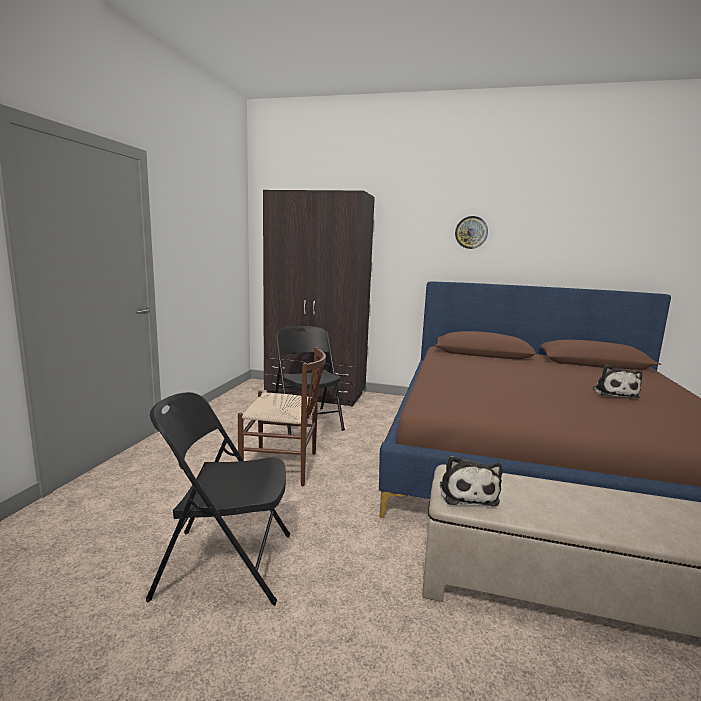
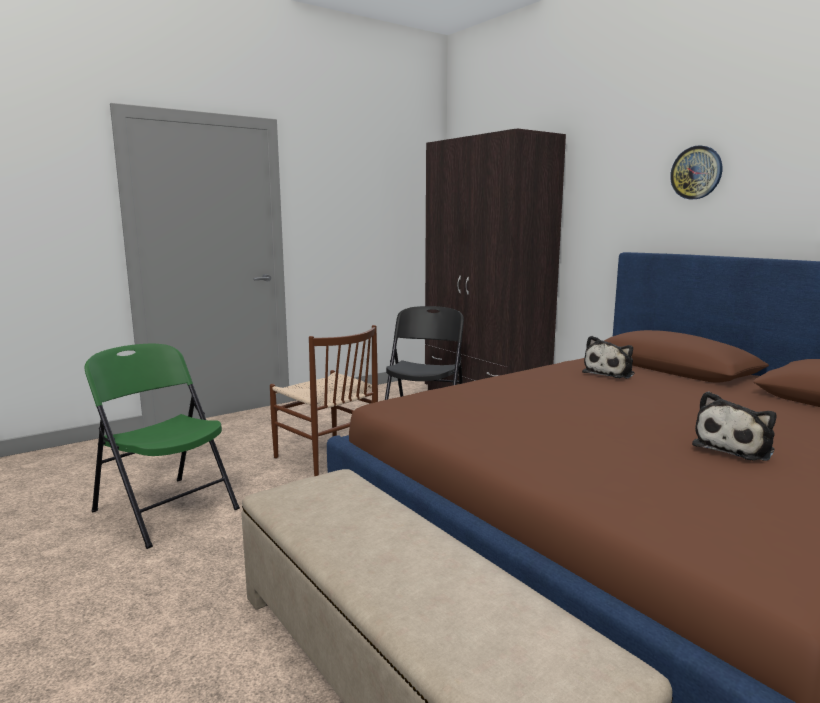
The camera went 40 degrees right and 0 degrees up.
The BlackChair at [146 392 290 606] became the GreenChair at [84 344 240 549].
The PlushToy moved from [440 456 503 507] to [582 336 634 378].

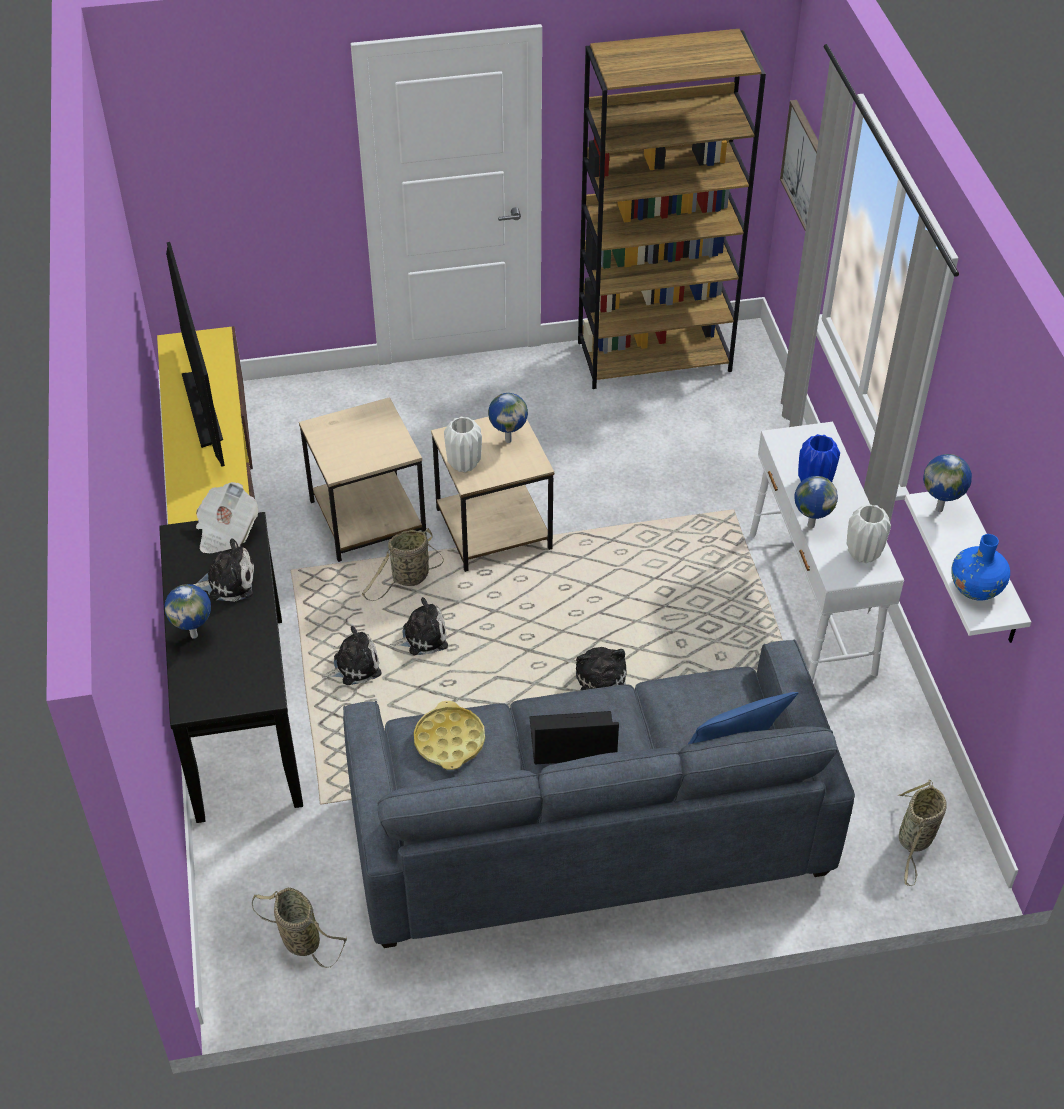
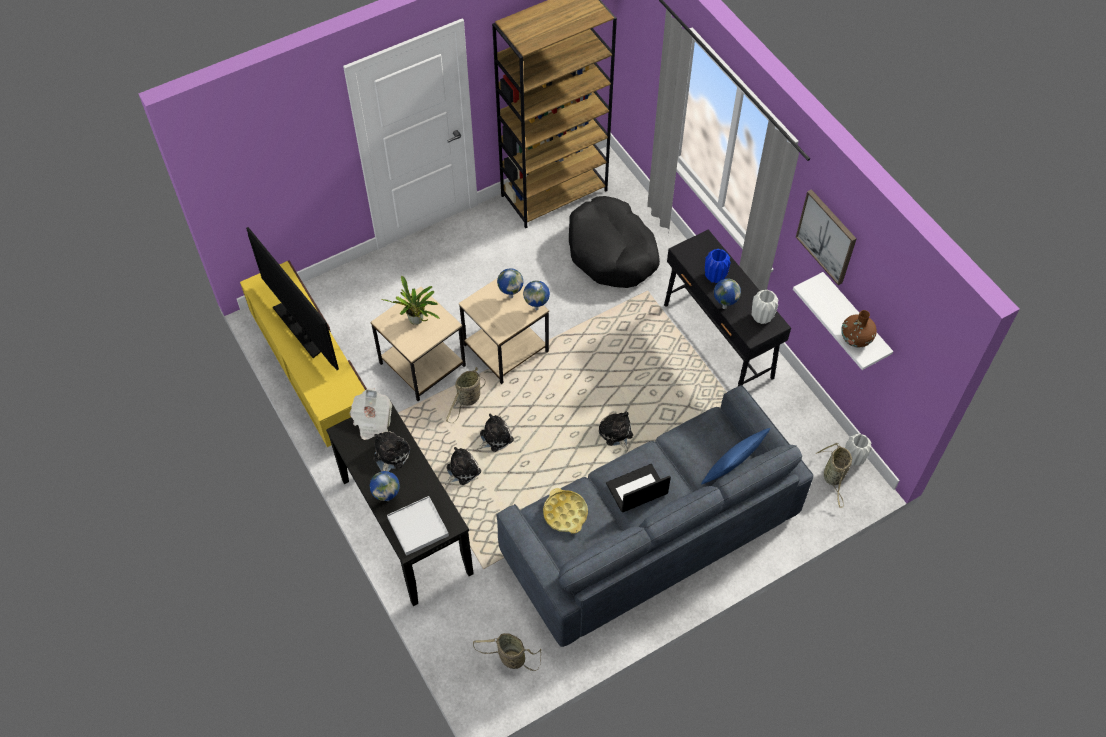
The camera went 20 degrees left and 10 degrees up.
The PlushToy at [193 538 254 602] turned 45 degrees counterclockwise.
The WhiteVase moved from [444 417 482 472] to [845 434 872 466].
The WhiteConsoleTable at [750 422 904 681] became the BlackConsoleTable at [664 230 791 386].
The Picture moved from [780 100 818 230] to [796 189 857 285].
The Globe moved from [923 454 972 512] to [523 280 550 310].
The BlueVase at [951 534 1010 601] became the BrownVase at [841 310 877 347].
The PottedPlant at [381 276 440 325] appeared.
The WhiteTray at [387 496 449 556] appeared.
The BlackDogBed at [569 196 660 288] appeared.

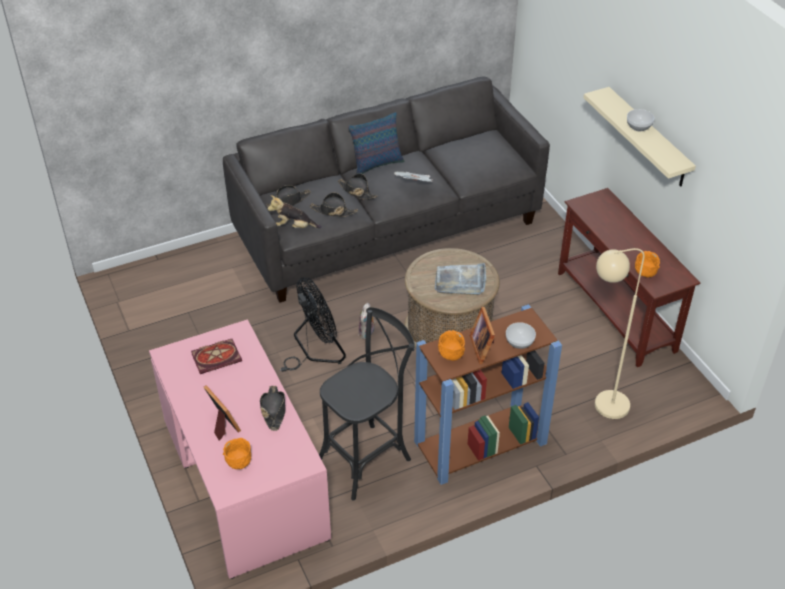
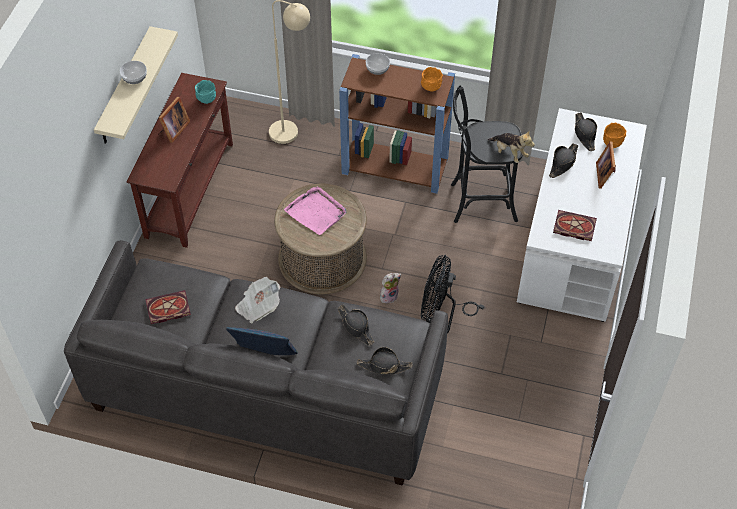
The camera went 140 degrees left and 10 degrees up.
The PinkDesk at [149 319 331 579] became the WhiteDesk at [517 108 647 322].
The PlushToy moved from [268 195 322 228] to [488 130 535 163].
The BlackHat moved from [338 173 377 199] to [575 113 597 151].
The GreyTray at [435 263 486 295] became the PinkTray at [284 186 347 235].
The PictureFrame moved from [470 307 495 364] to [158 97 190 143].
The OrangeBowl at [635 251 660 278] became the TurquoiseBowl at [195 80 216 104].
The Book at [145 290 191 324] appeared.

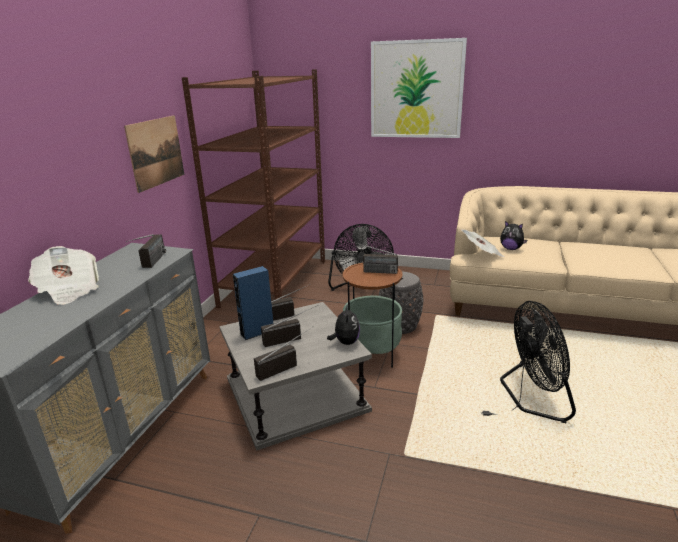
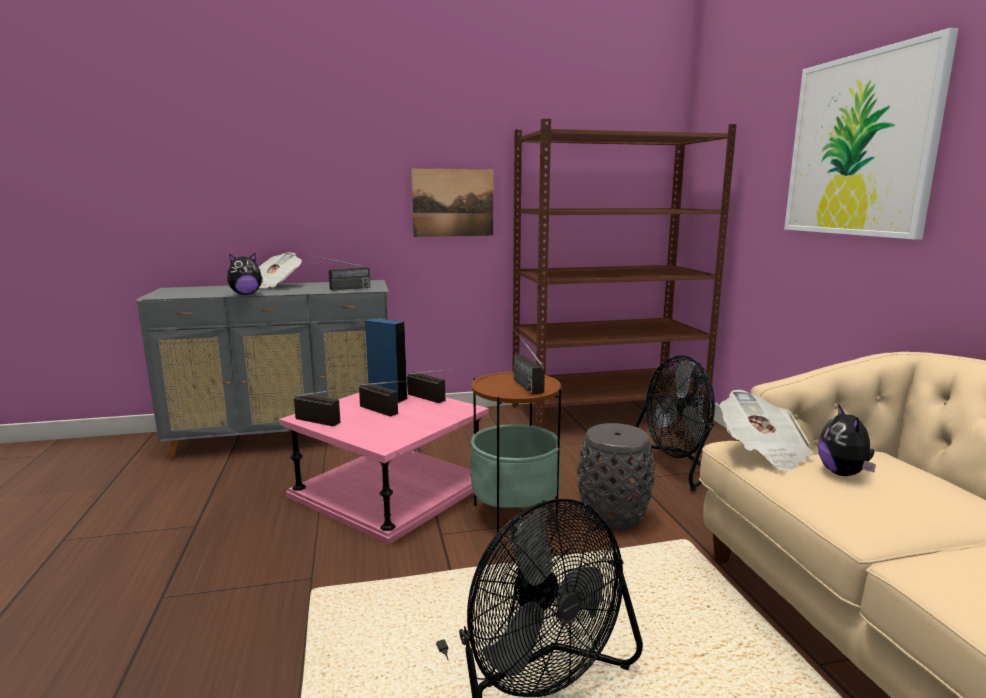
The camera went 60 degrees right and 10 degrees down.
The GreySideTable at [220 302 372 451] became the PinkSideTable at [279 389 489 545].
The PlushToy moved from [327 306 360 345] to [227 253 263 295].

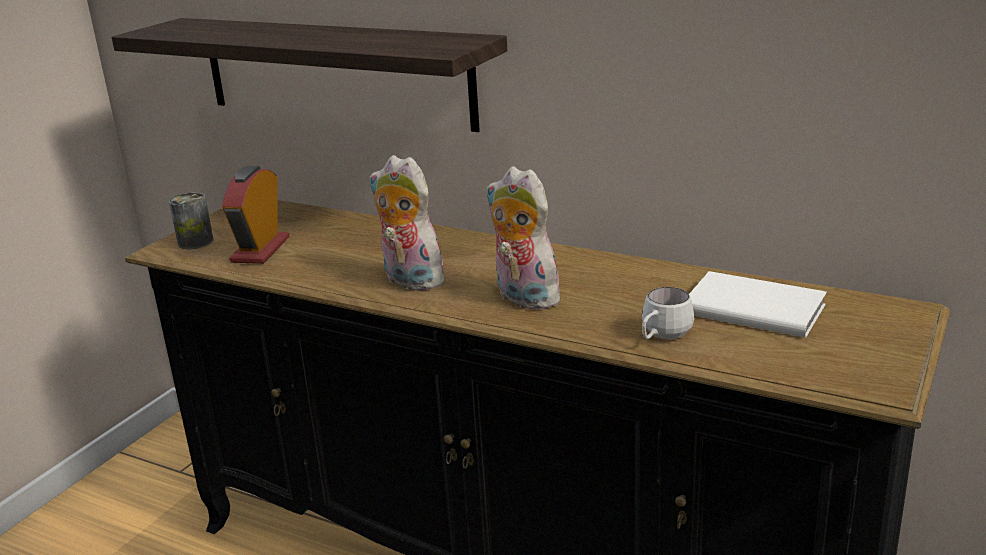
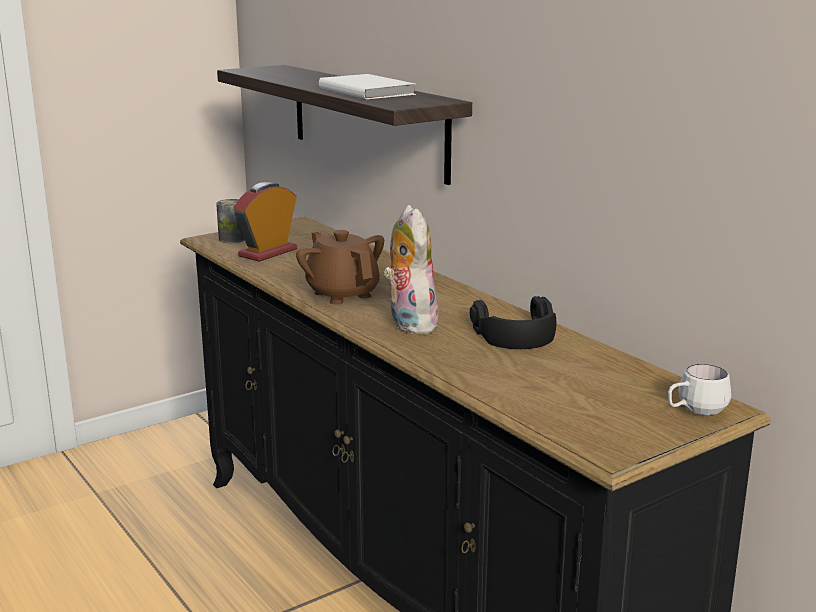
The camera went 25 degrees right and 5 degrees down.
The PlushToy at [370 155 450 291] was replaced by the BrownTeapot at [296 230 384 304].
The WhiteMug moved from [642 287 695 339] to [668 364 731 415].
The WhiteBook moved from [689 271 827 338] to [319 74 416 99].
The BlackHeadphones at [470 296 556 349] appeared.

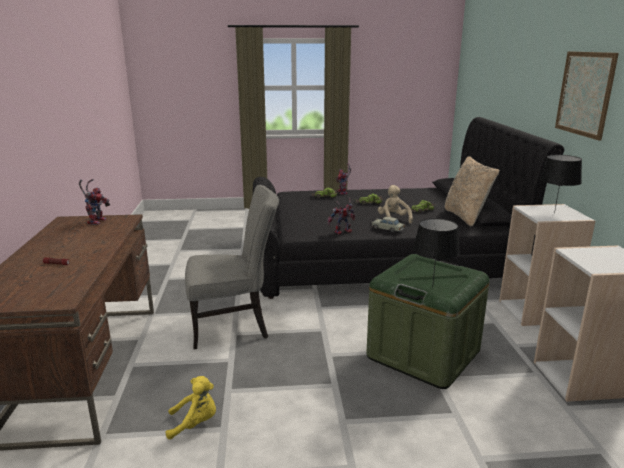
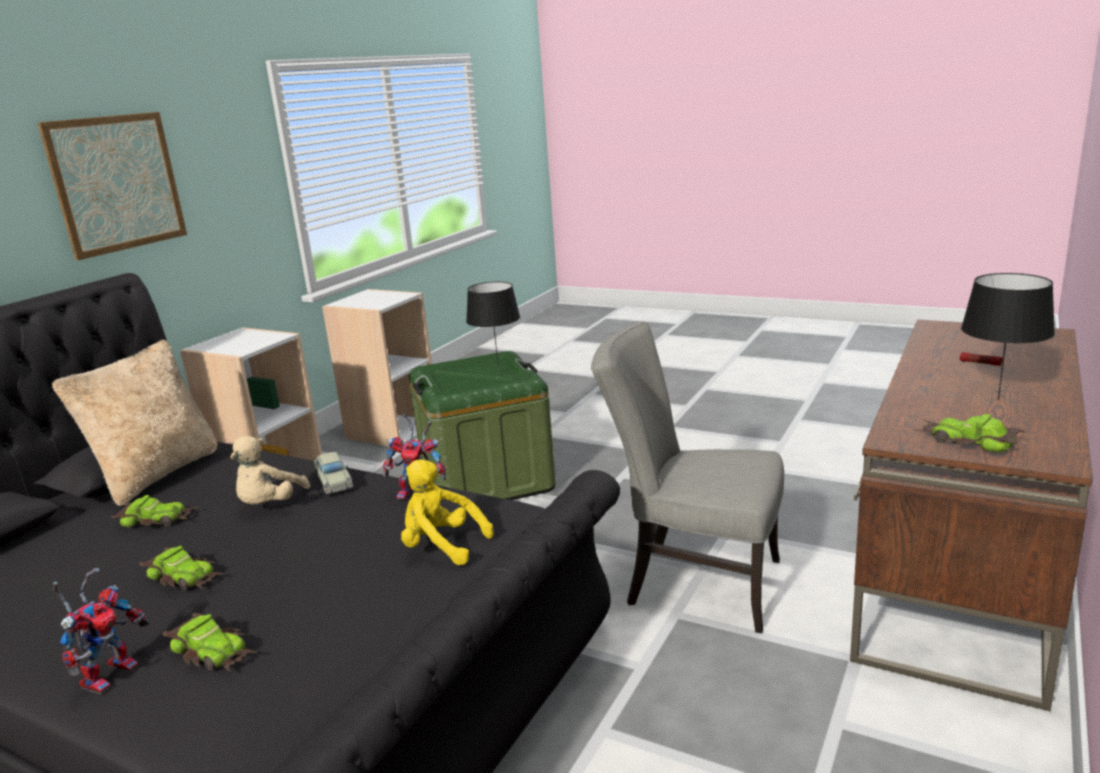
The camera went 145 degrees left and 0 degrees up.
The ToyRobot at [79 179 110 225] was replaced by the ToyCar at [914 414 1025 454].
The YellowPlushToy moved from [166 376 216 439] to [401 459 494 565].
The BlackTableLamp moved from [540 155 582 214] to [961 273 1055 400].

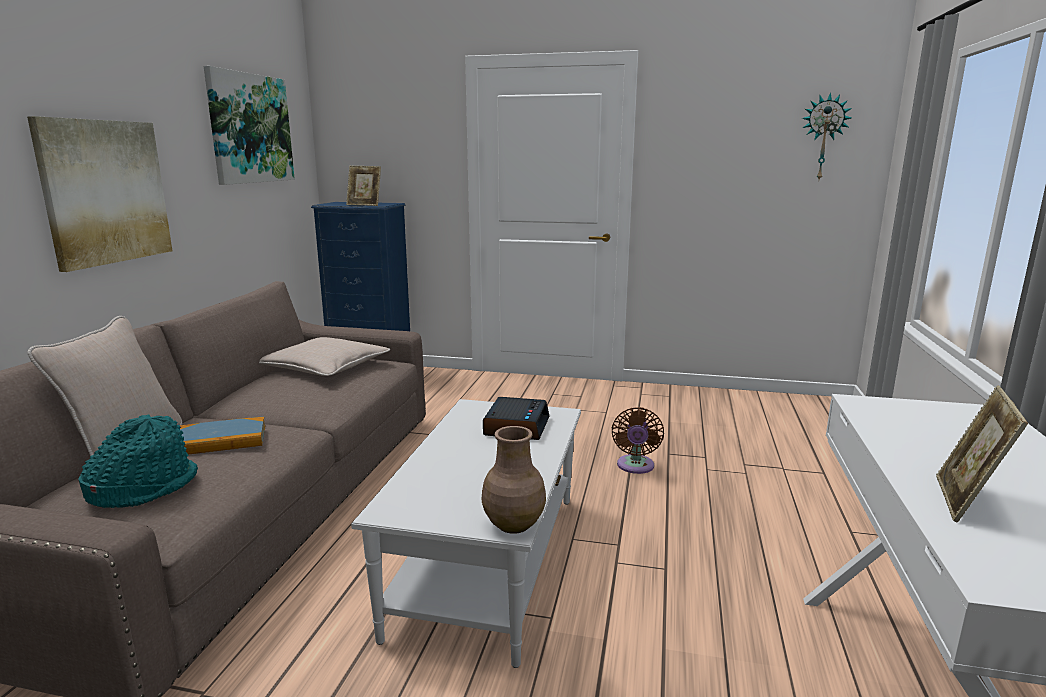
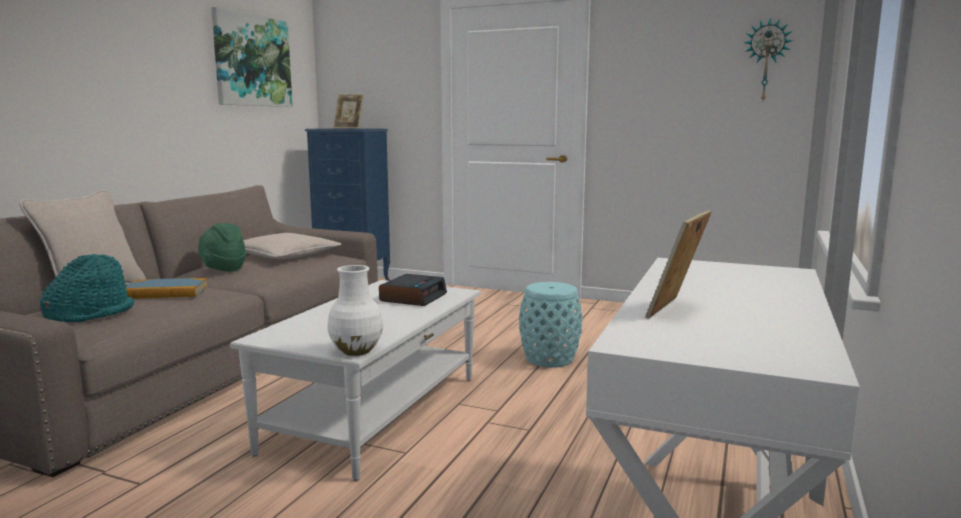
The camera went 10 degrees right and 5 degrees down.
The Picture at [27 116 172 272] disappeared.
The BrownVase at [482 426 546 534] became the WhiteVase at [328 265 383 356].
The BrownFan at [611 407 664 474] was replaced by the TurquoiseStool at [519 282 582 368].
The GreenHat at [198 223 246 272] appeared.

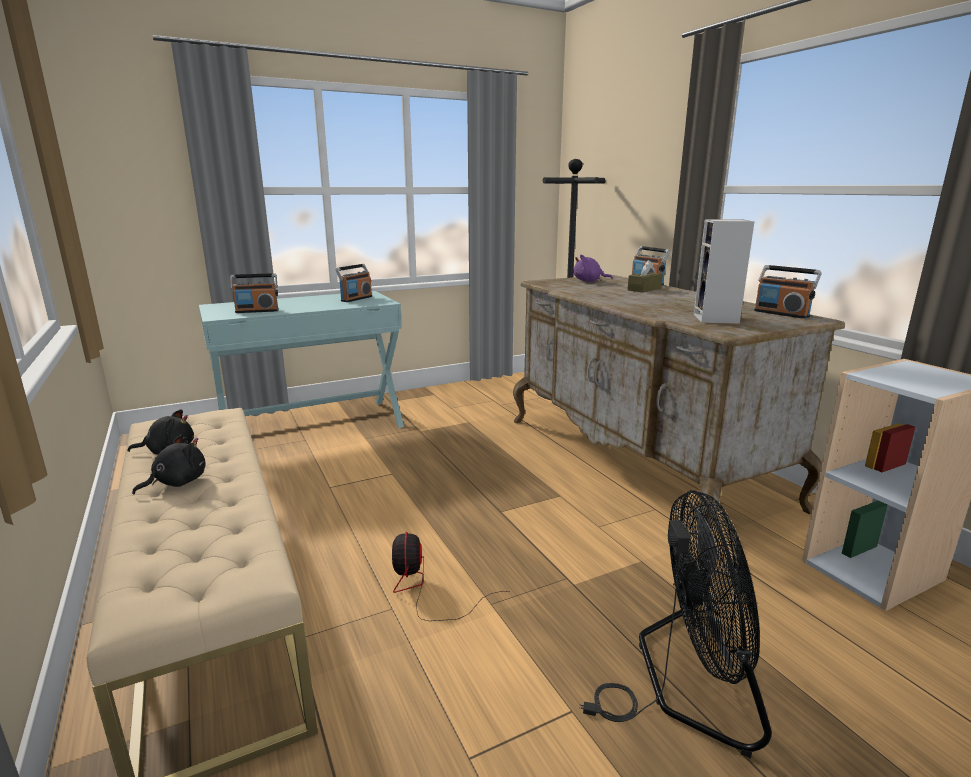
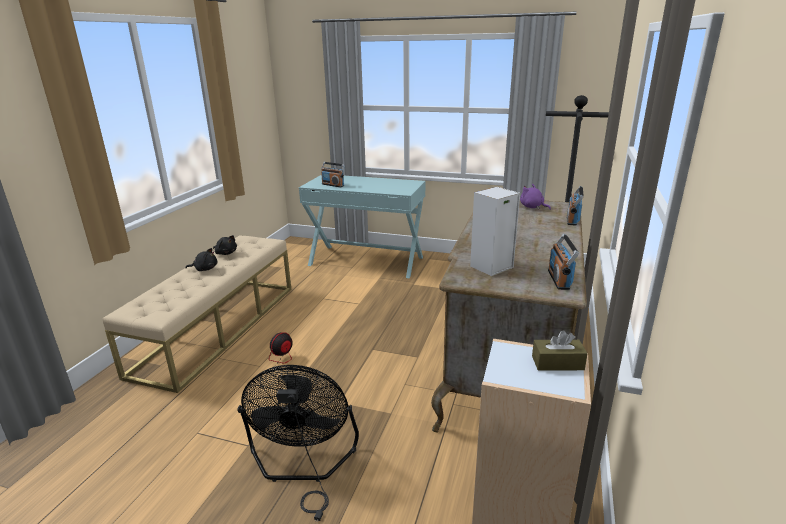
The camera went 45 degrees right and 5 degrees up.
The Radio at [335 264 372 302] disappeared.
The BlackFan at [579 490 772 759] turned 135 degrees counterclockwise.
The BrownTissueBox moved from [628 260 663 293] to [532 330 588 371].

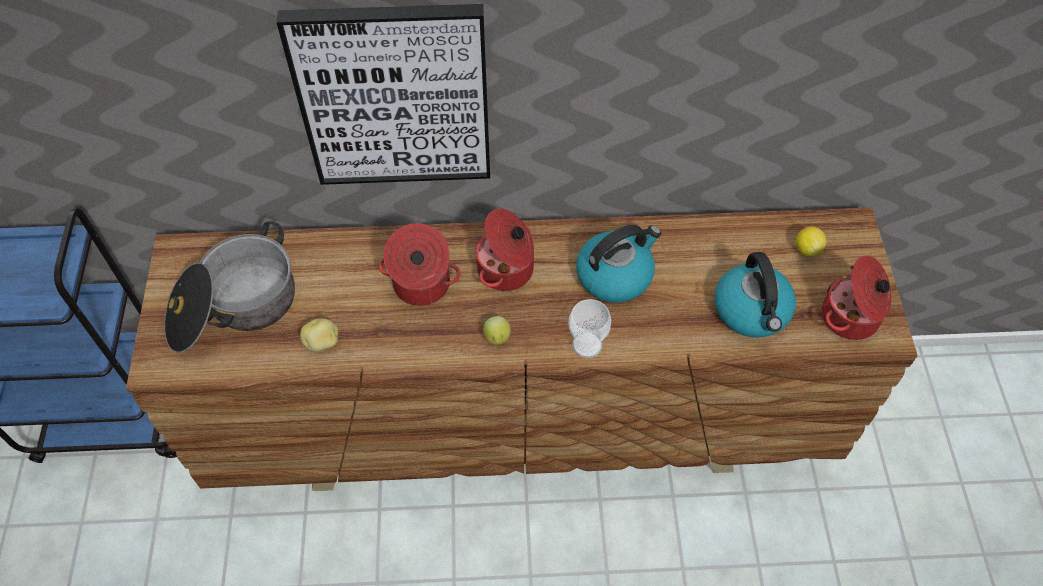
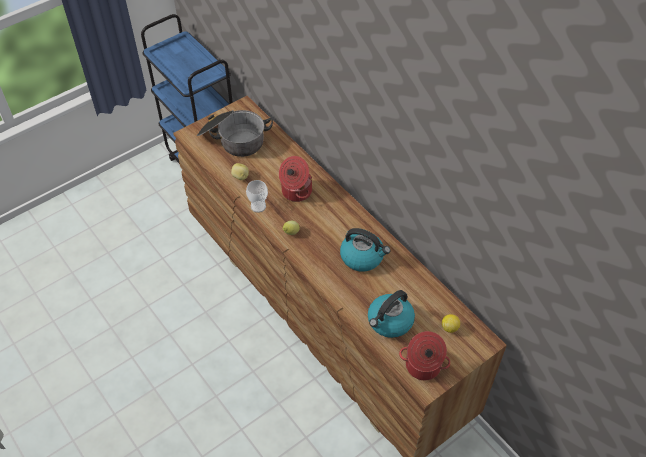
The camera went 55 degrees right and 5 degrees down.
The Picture at [276 4 490 185] disappeared.
The CookingPot at [475 209 534 291] disappeared.
The Cup moved from [568 299 611 358] to [246 180 268 213].

